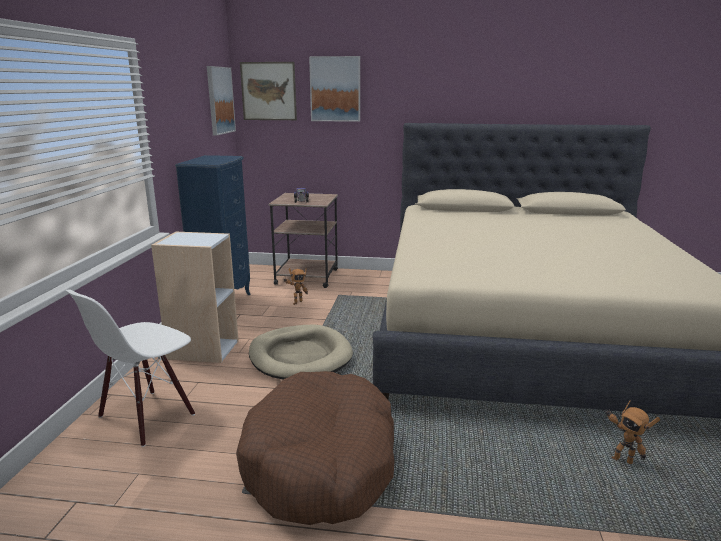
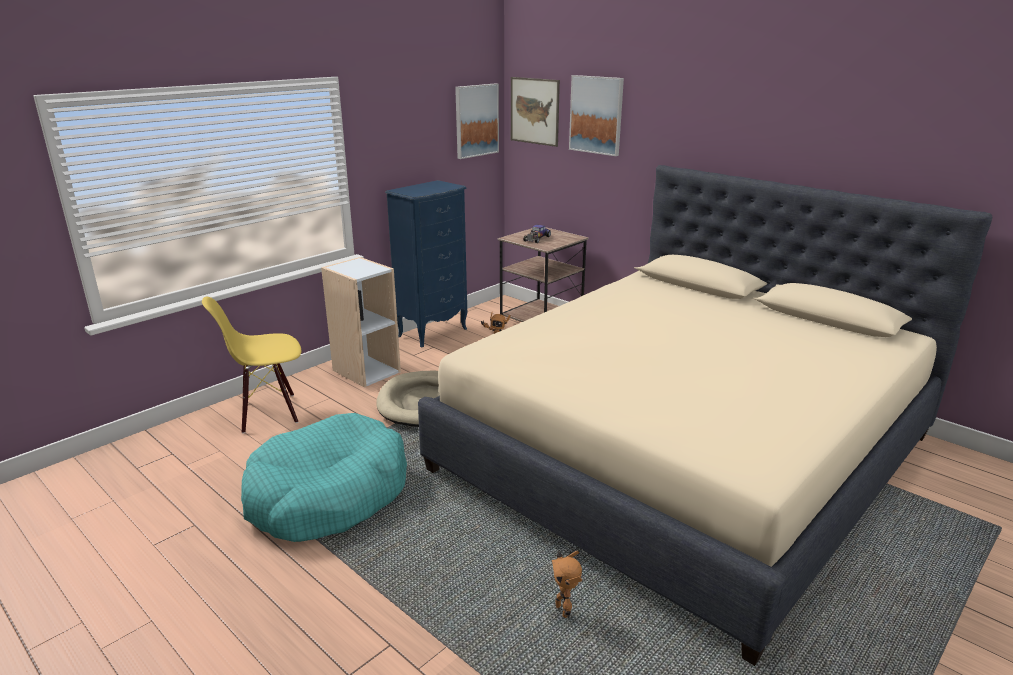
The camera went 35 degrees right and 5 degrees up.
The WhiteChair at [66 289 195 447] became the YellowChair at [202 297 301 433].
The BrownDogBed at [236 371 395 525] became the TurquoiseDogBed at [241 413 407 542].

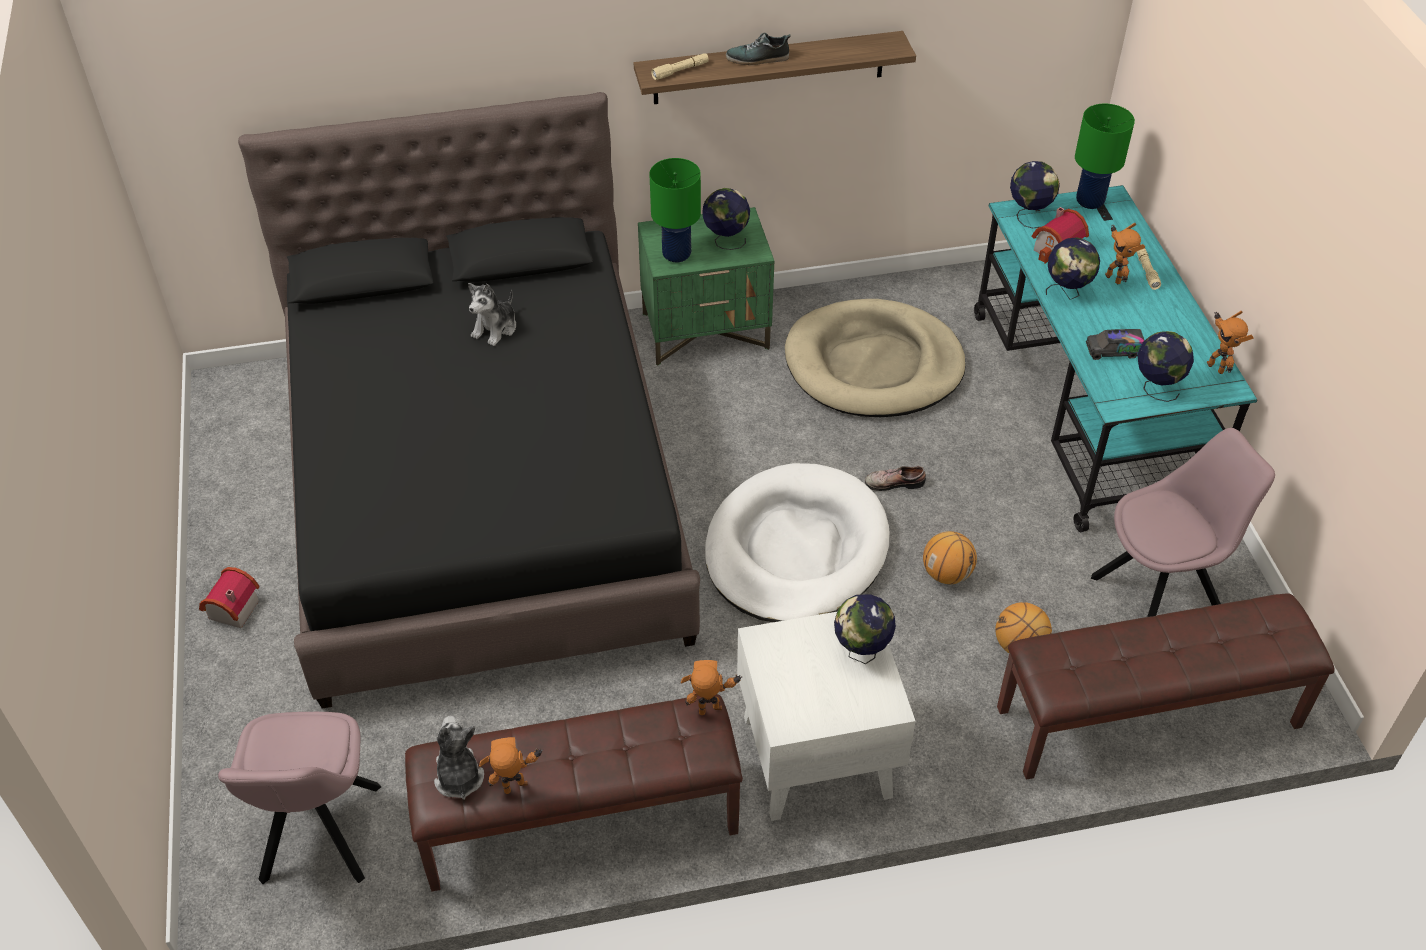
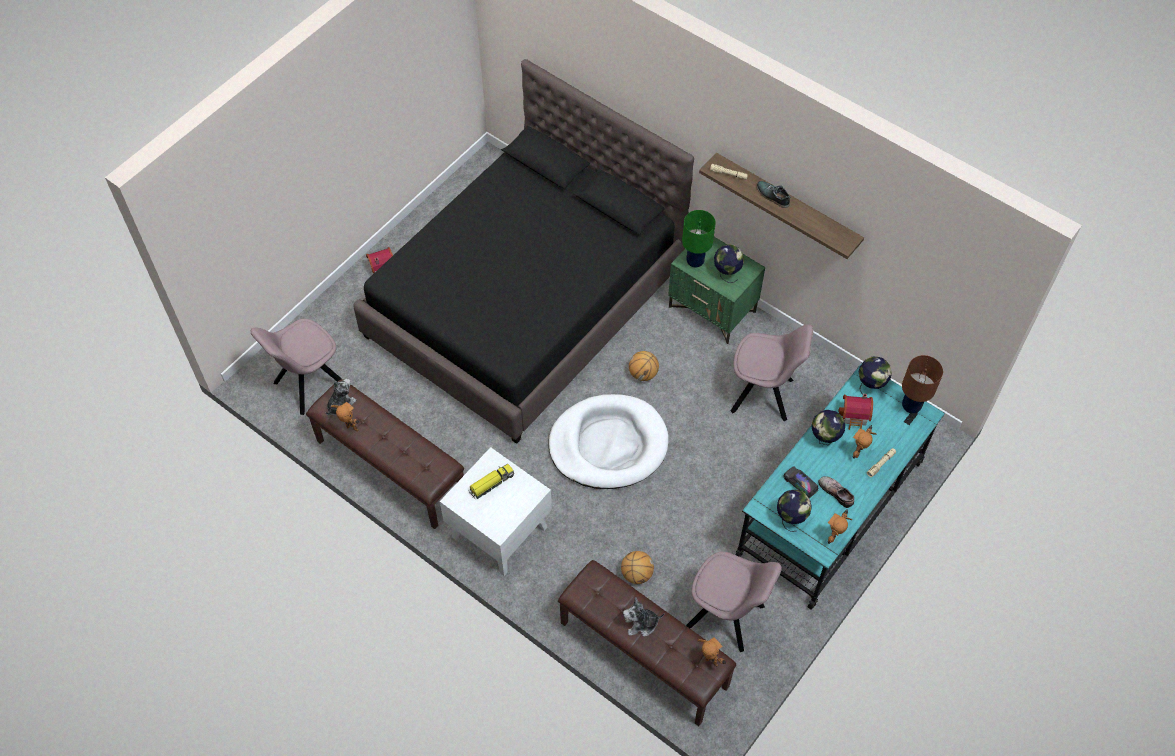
The camera went 50 degrees right and 10 degrees up.
The PlushToy moved from [468 283 516 346] to [623 597 664 637].
The ToyRobot moved from [681 660 742 715] to [697 637 727 667].
The BeigeDogBed at [785 299 966 417] was replaced by the PinkChair at [730 324 813 421].
The Globe at [834 594 896 664] disappeared.
The Shoe moved from [865 466 926 491] to [818 476 854 508].
The Basketball moved from [923 531 977 584] to [629 351 659 381].
The GreenTableLamp at [1075 104 1135 209] became the BrownTableLamp at [902 355 943 414].
The ToyTruck at [469 464 514 500] appeared.

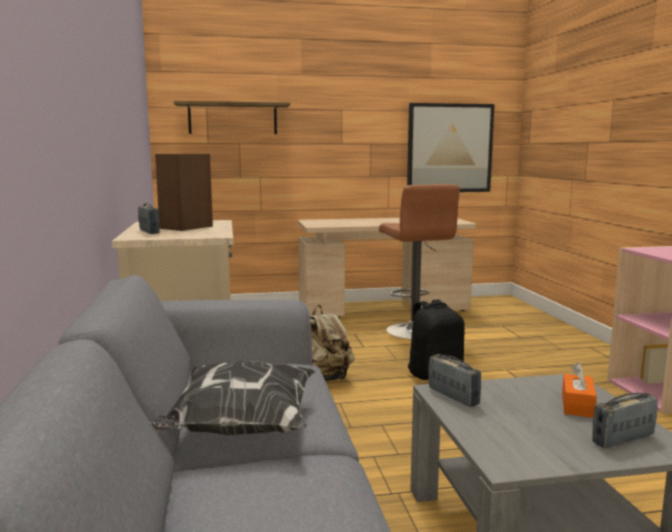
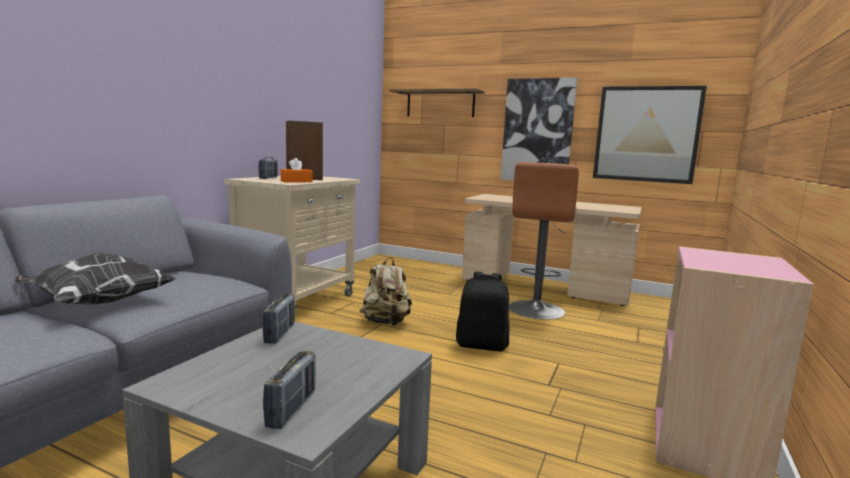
The camera went 35 degrees right and 0 degrees up.
The OrangeTissueBox moved from [562 363 597 418] to [281 158 312 183].
The Radio at [592 392 658 448] turned 90 degrees clockwise.
The Picture at [501 78 577 181] appeared.

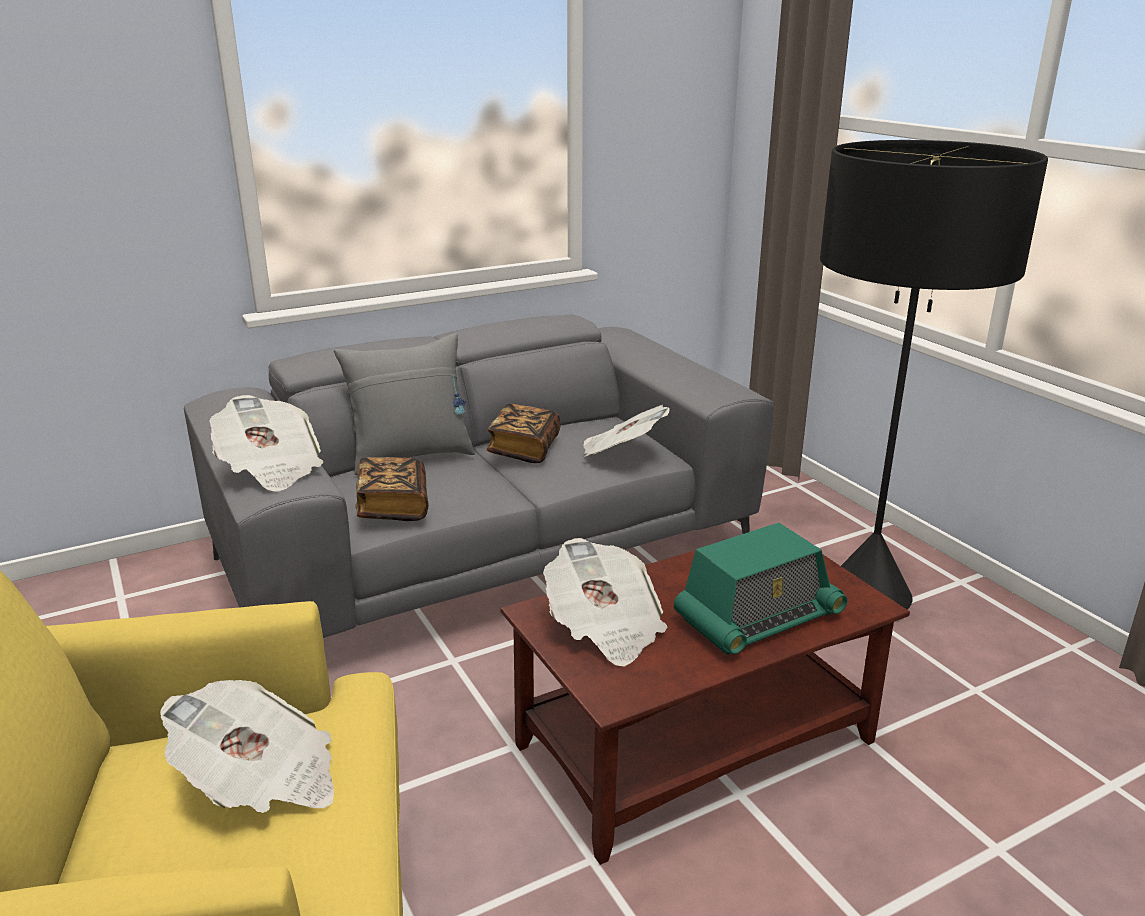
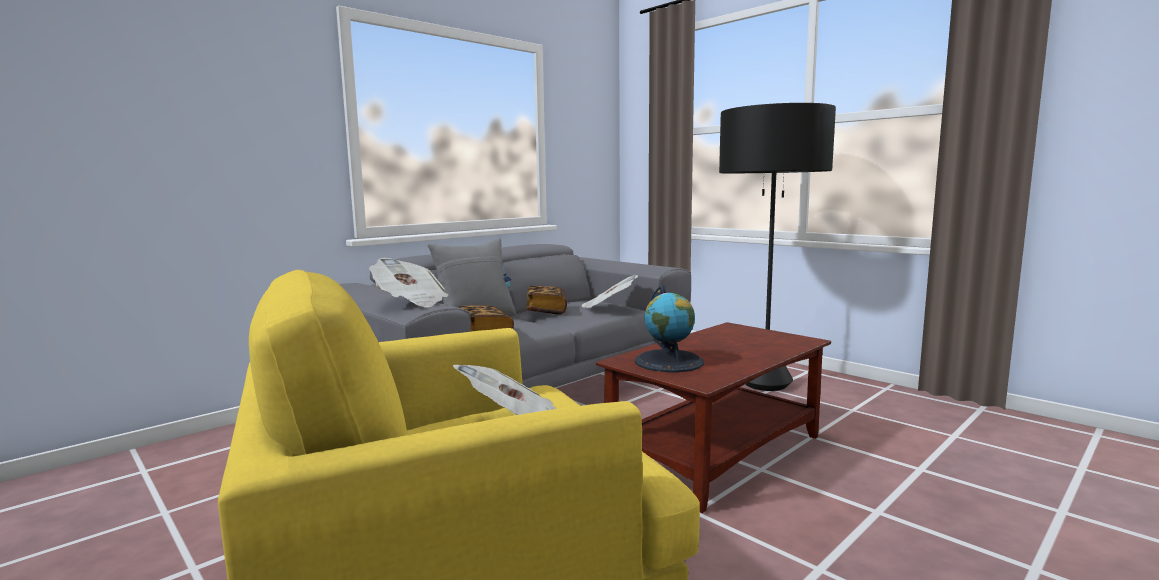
The camera went 15 degrees left and 15 degrees down.
The Newspaper at [543 538 668 667] was replaced by the Globe at [635 285 704 372].
The Radio at [674 523 848 655] disappeared.

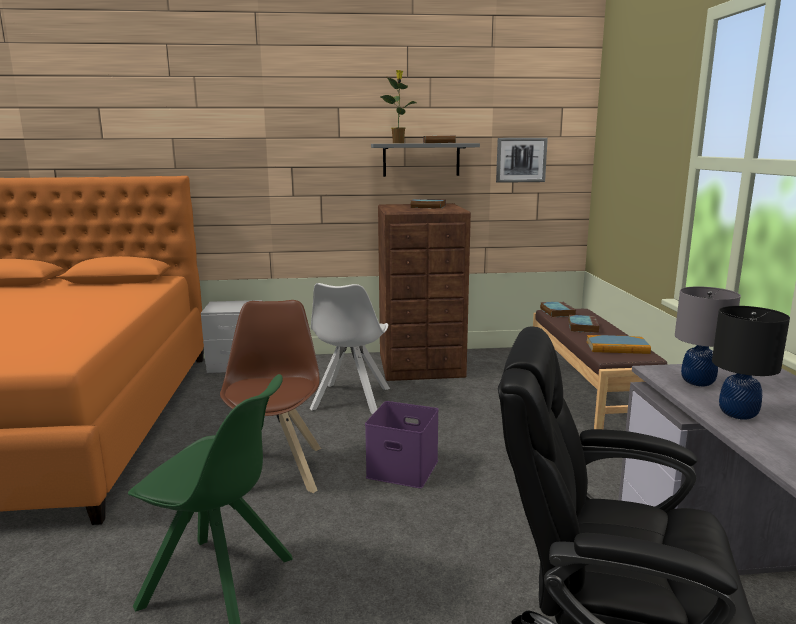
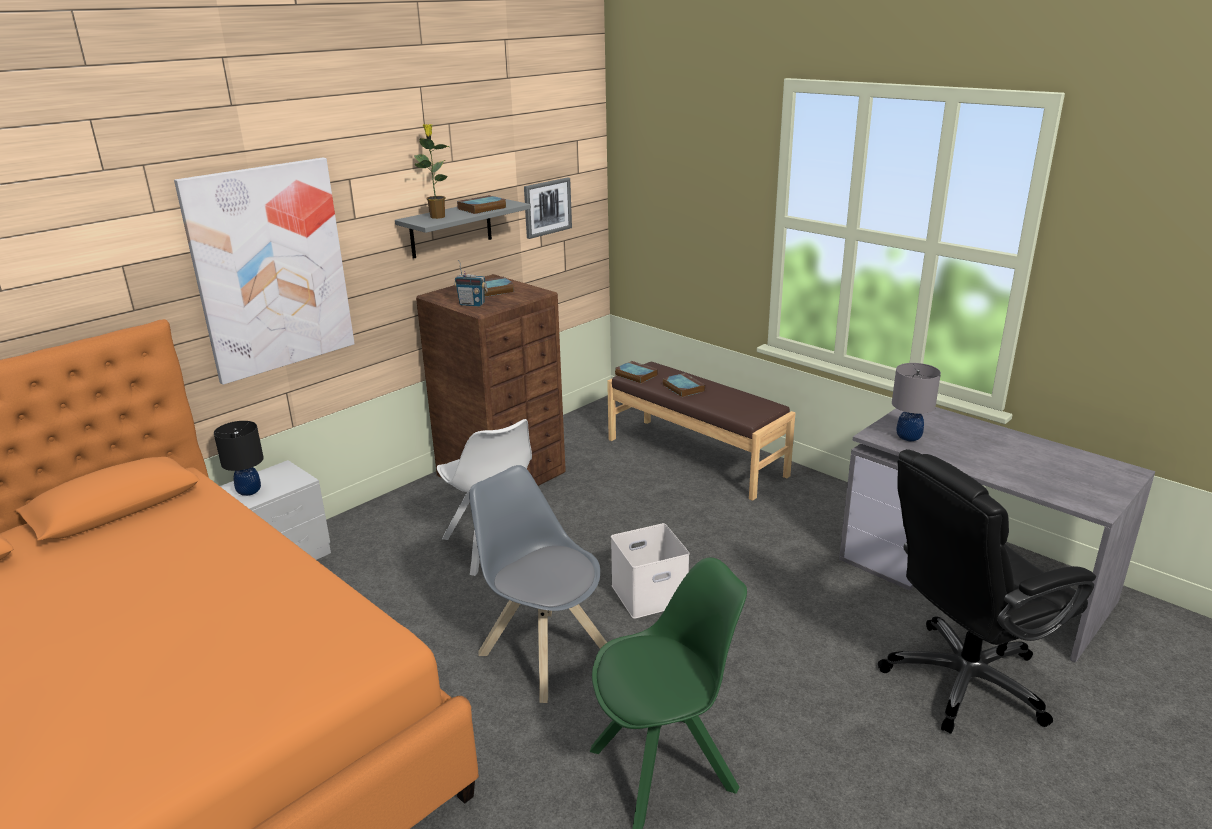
The camera went 40 degrees left and 10 degrees up.
The BrownChair at [220 300 321 493] became the GreyChair at [469 465 607 703].
The PurpleStorageBox at [365 401 439 488] became the WhiteStorageBox at [611 523 689 619].
The Book at [586 335 651 354] disappeared.
The BlackTableLamp moved from [712 306 790 420] to [214 421 264 496].
The Picture at [174 158 355 385] appeared.
The Radio at [454 260 488 306] appeared.

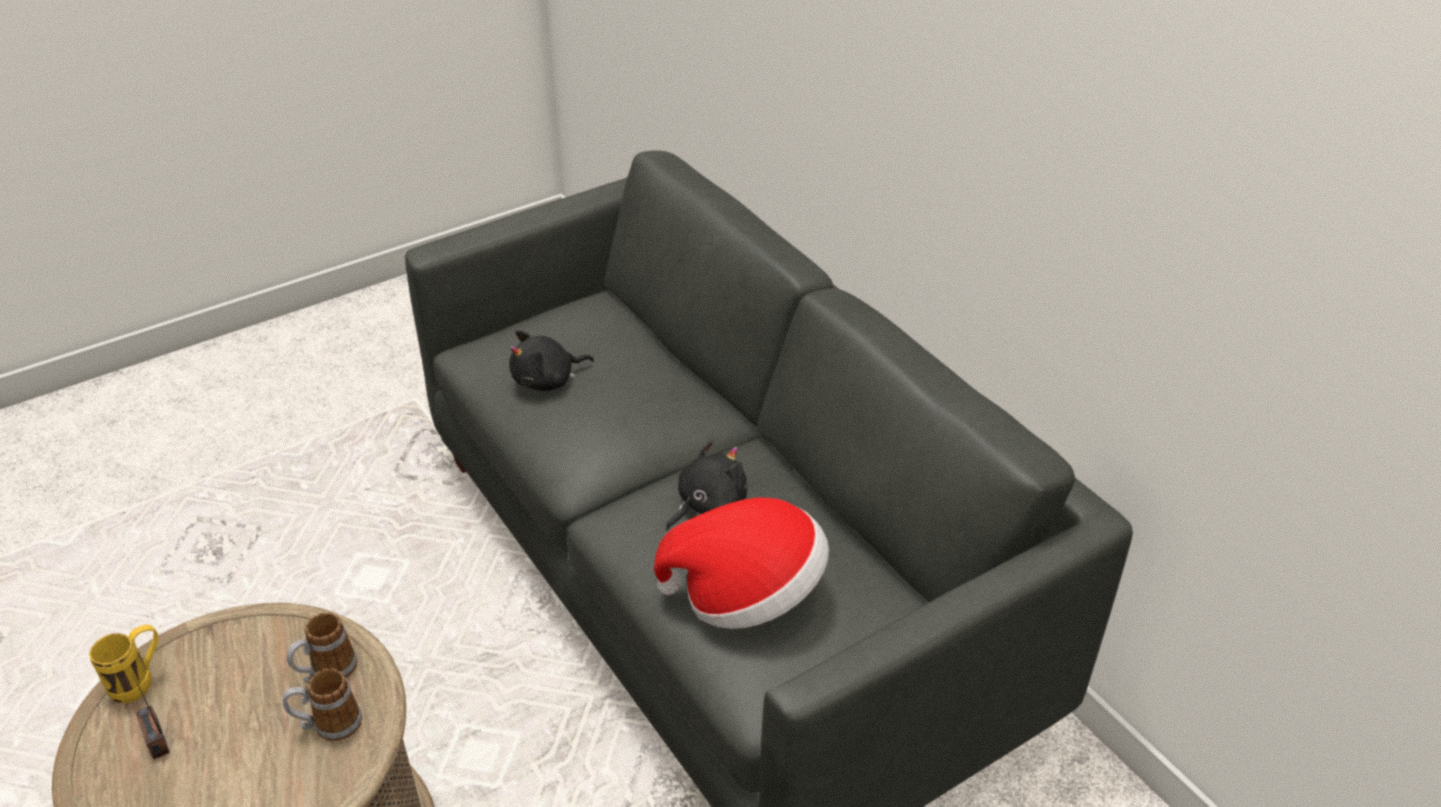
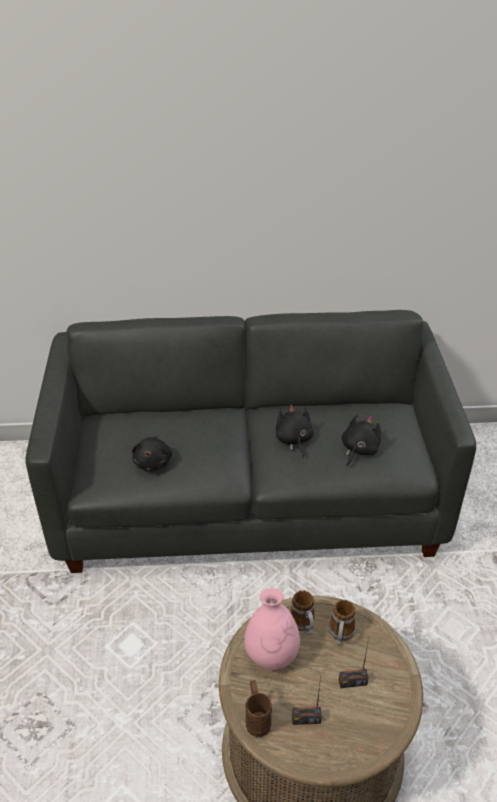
The camera went 60 degrees left and 0 degrees up.
The YellowMug at [89 625 159 703] became the BrownMug at [245 680 272 737].
The Hat at [654 497 829 629] was replaced by the BlackPlushToy at [341 414 381 466].
The PinkVase at [244 588 300 670] appeared.
The Radio at [339 639 369 688] appeared.

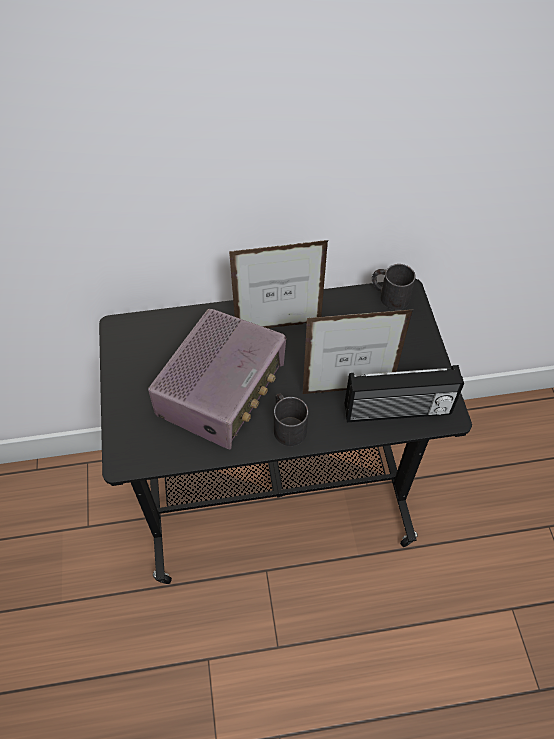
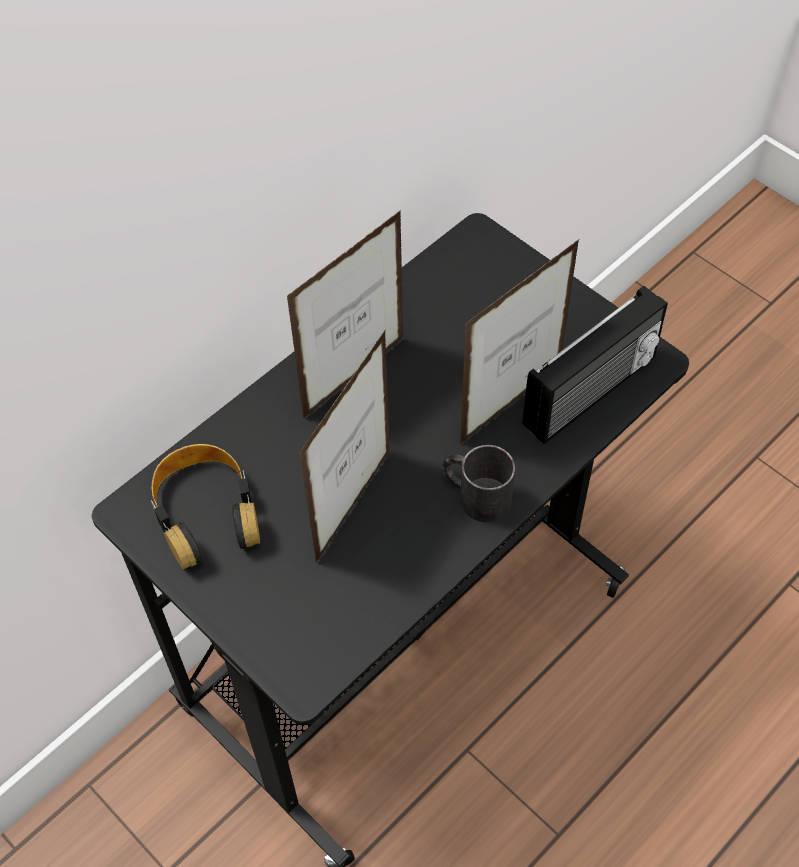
The camera went 35 degrees left and 0 degrees up.
The Radio at [148 309 286 449] was replaced by the PictureFrame at [300 331 390 562].
The BlackMug at [372 264 415 310] disappeared.
The Headphones at [151 444 260 570] appeared.

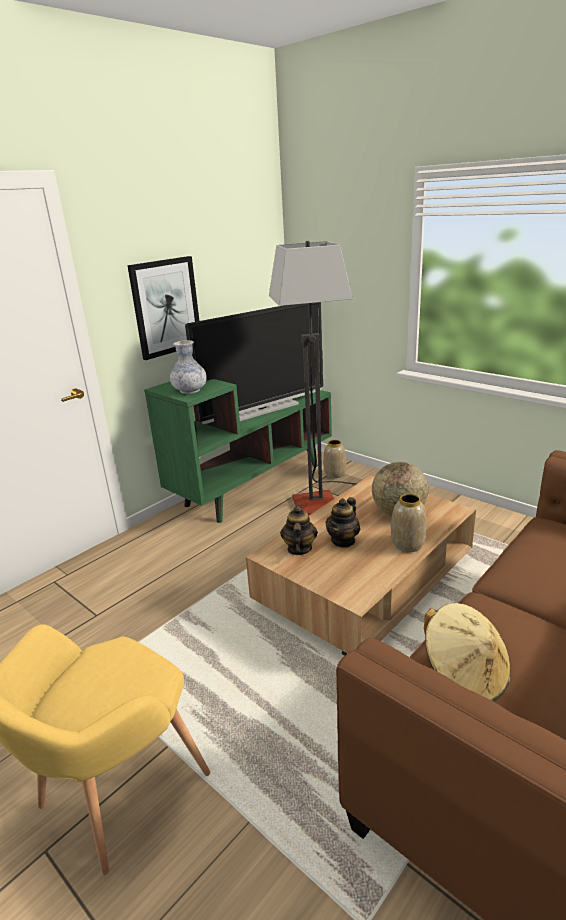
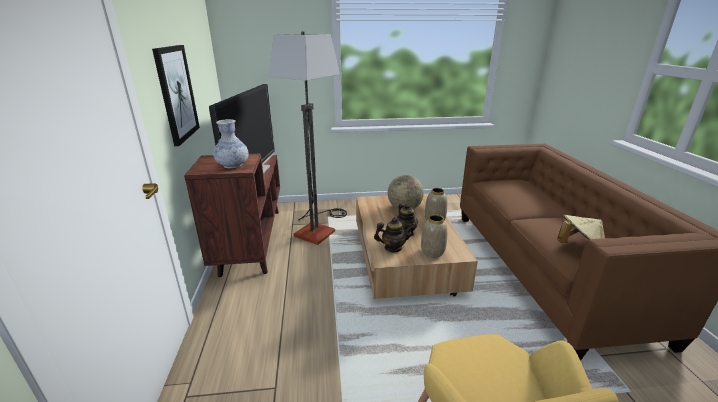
The camera went 50 degrees left and 0 degrees up.
The GreenTvStand at [144 379 332 523] became the BrownTvStand at [184 153 280 277].
The Teapot at [280 505 318 555] turned 135 degrees clockwise.
The Vase moved from [323 440 346 478] to [421 215 447 257].

